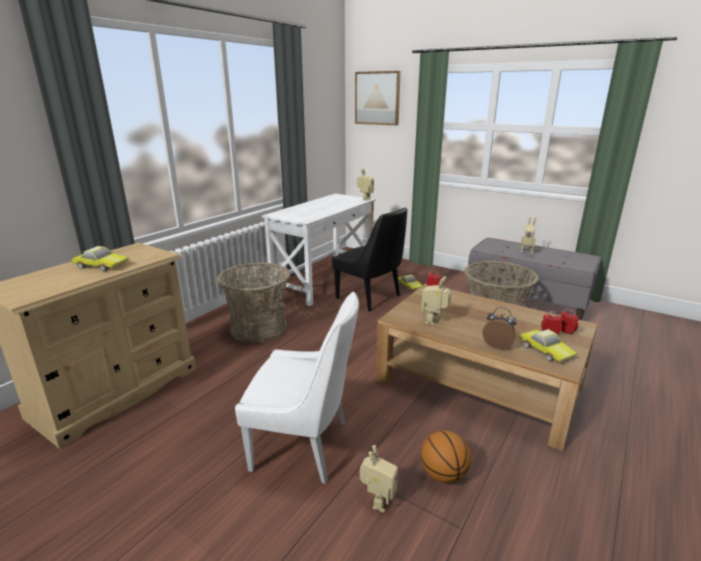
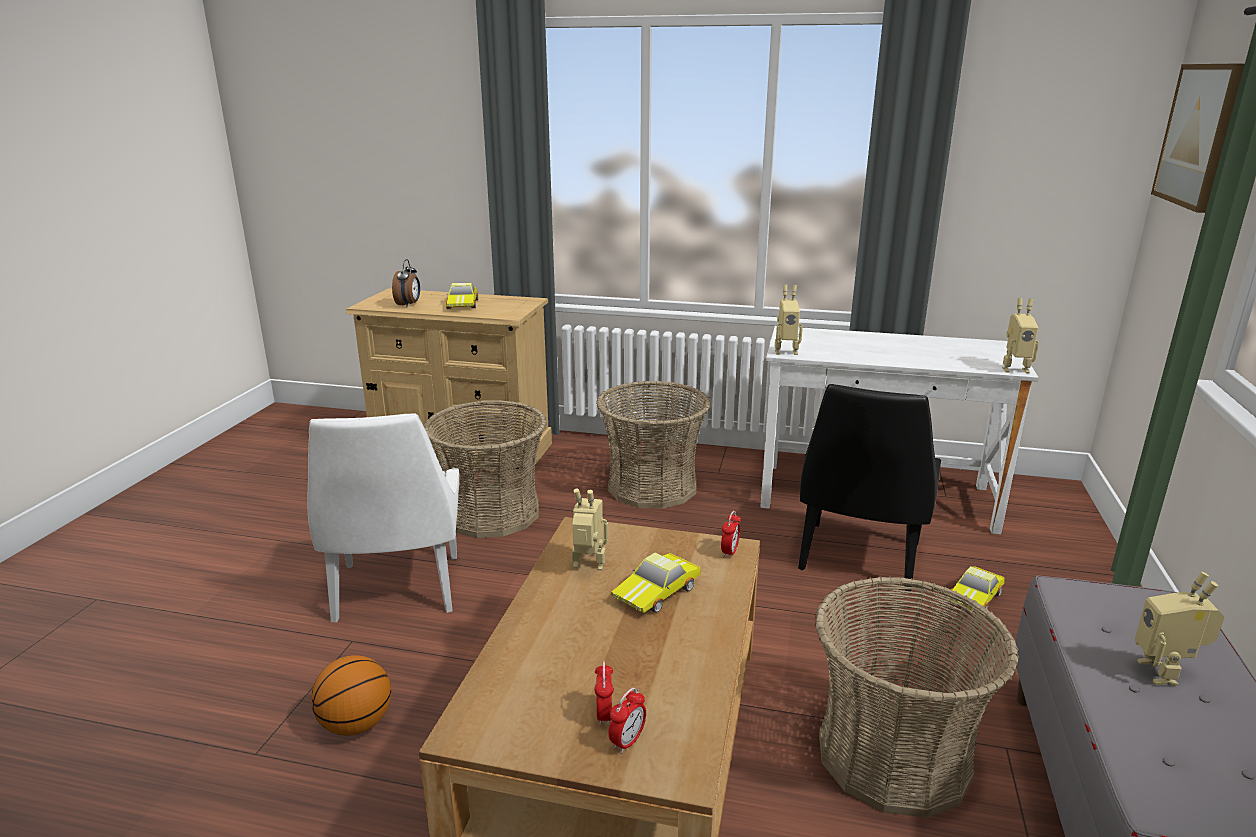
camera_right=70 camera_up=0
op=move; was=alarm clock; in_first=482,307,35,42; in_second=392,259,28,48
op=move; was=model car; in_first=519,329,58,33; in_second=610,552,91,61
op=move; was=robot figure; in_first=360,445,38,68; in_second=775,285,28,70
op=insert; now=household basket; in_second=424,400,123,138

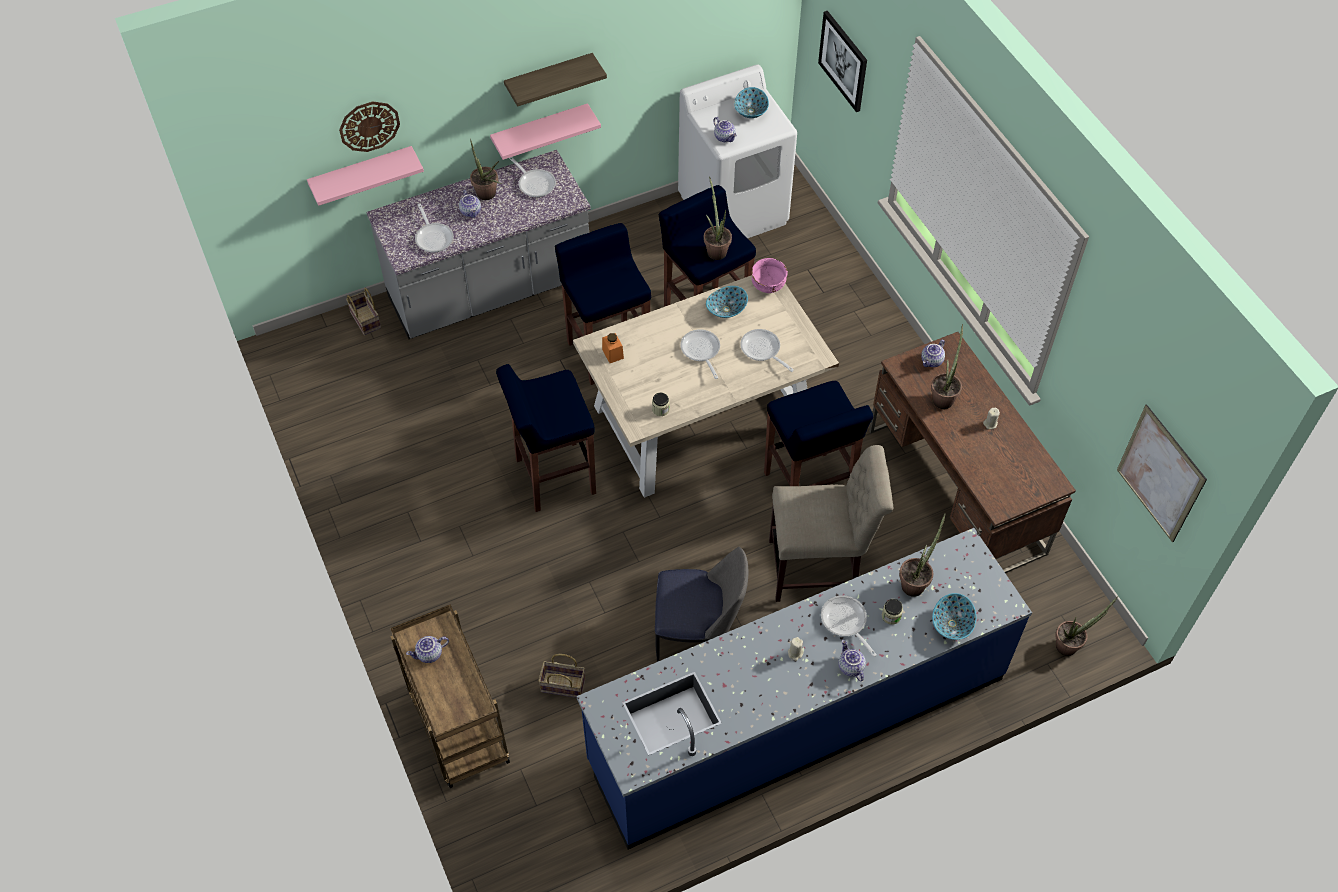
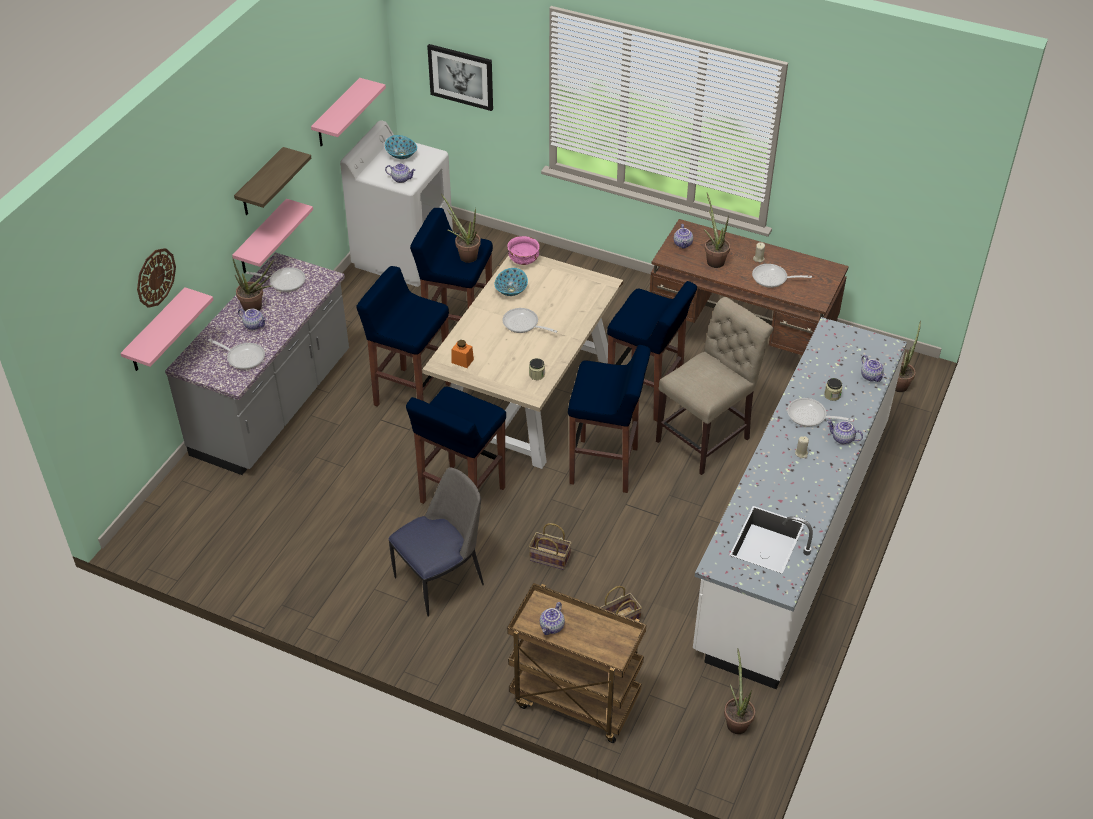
camera_right=-40 camera_up=-10
op=move; was=household basket; in_first=346,288,35,47; in_second=529,523,43,47
op=move; was=frying pan; in_first=740,329,54,43; in_second=752,264,60,24
op=delete; was=wall art; in_first=1117,404,90,138
op=move; was=plant in a pot; in_first=899,513,47,84; in_second=724,648,31,86
op=recolor; was=blue counter; now=whitish counter; in_first=577,528,455,321; in_second=693,317,214,372
op=move; was=chair; in_first=655,547,94,115; in_second=389,468,95,149
op=replace; was=serving bowl; now=pot for tea; in_first=932,593,44,47; in_second=861,355,24,27
op=insert; now=pink bracket shelf; in_second=311,78,75,68
op=insert; now=blue stool seat; in_second=568,345,82,148

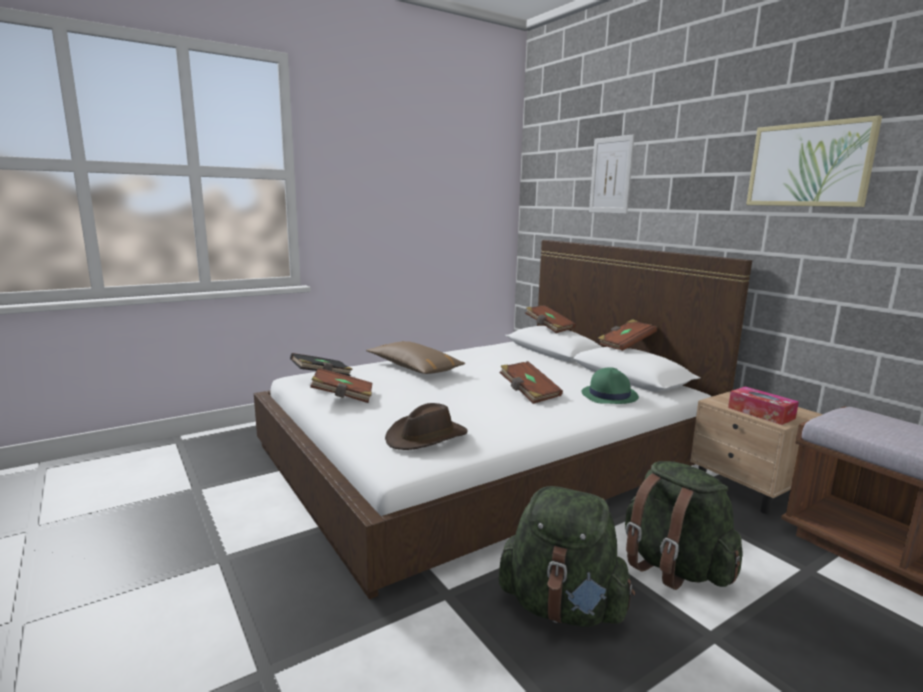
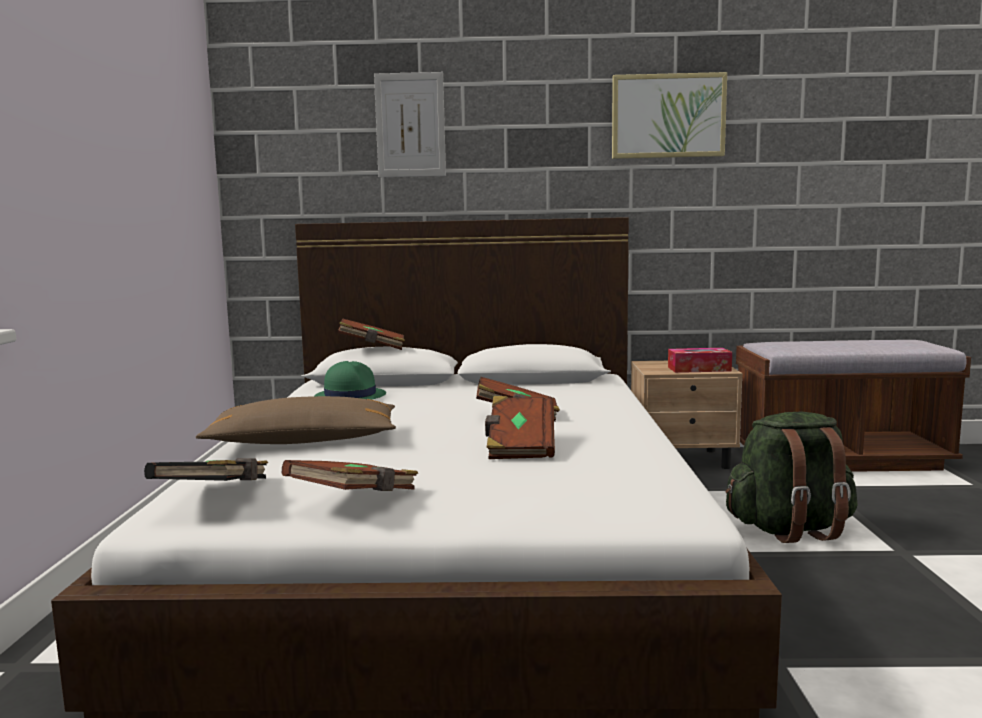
camera_right=-55 camera_up=-5
op=move; was=brown volume; in_first=598,319,59,32; in_second=485,396,70,63
op=move; was=green-coloured wearable hat; in_first=581,367,58,37; in_second=314,361,72,39
op=delete; was=brown wearable hat; in_first=385,403,83,47
op=delete; was=green-coloured backpack; in_first=499,486,136,141

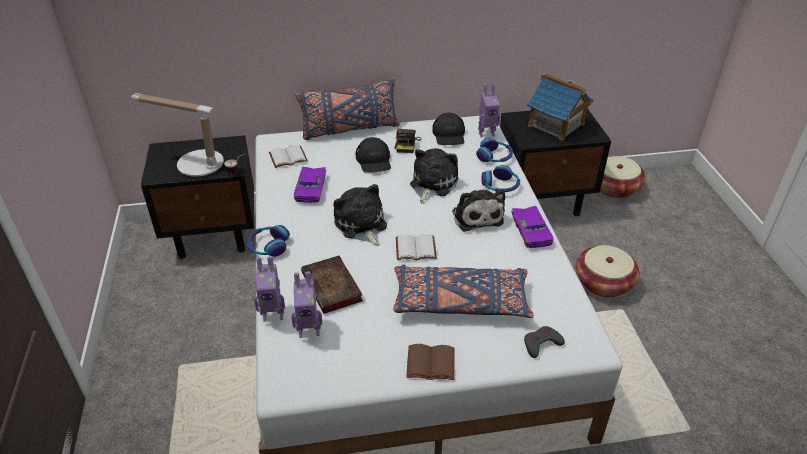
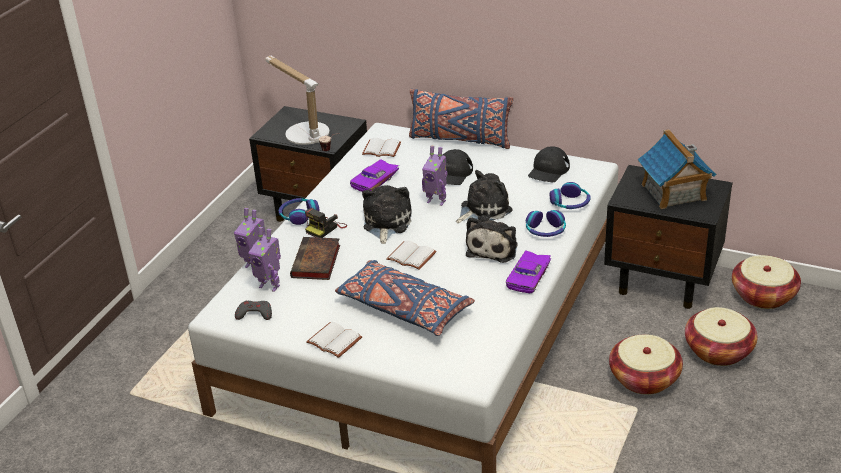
camera_right=35 camera_up=-5
op=move; was=robot figure; in_first=478,84,22,53; in_second=422,146,26,60
op=move; was=photo camera; in_first=395,129,26,24; in_second=305,208,42,30
op=move; was=gray gamepad; in_first=524,326,41,32; in_second=235,301,37,19
op=recolor; was=brown volume; now=whitish volume; in_first=407,344,48,36; in_second=306,322,56,36
op=insert; now=household basket; in_second=685,307,73,59

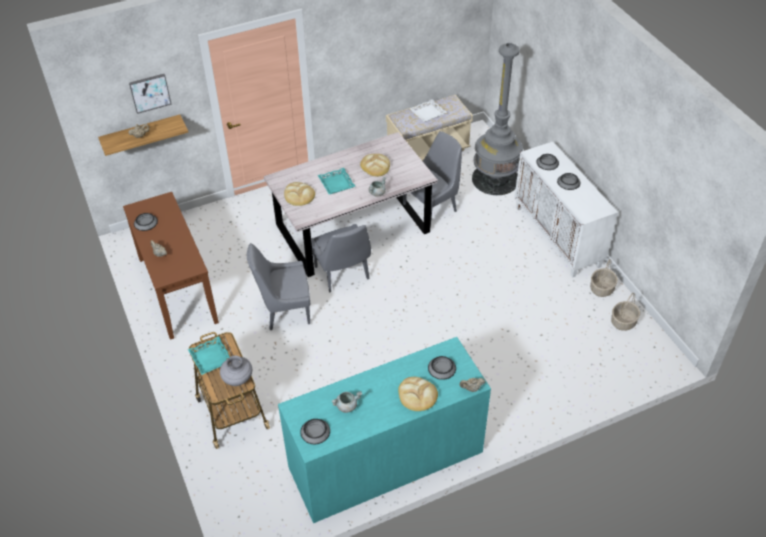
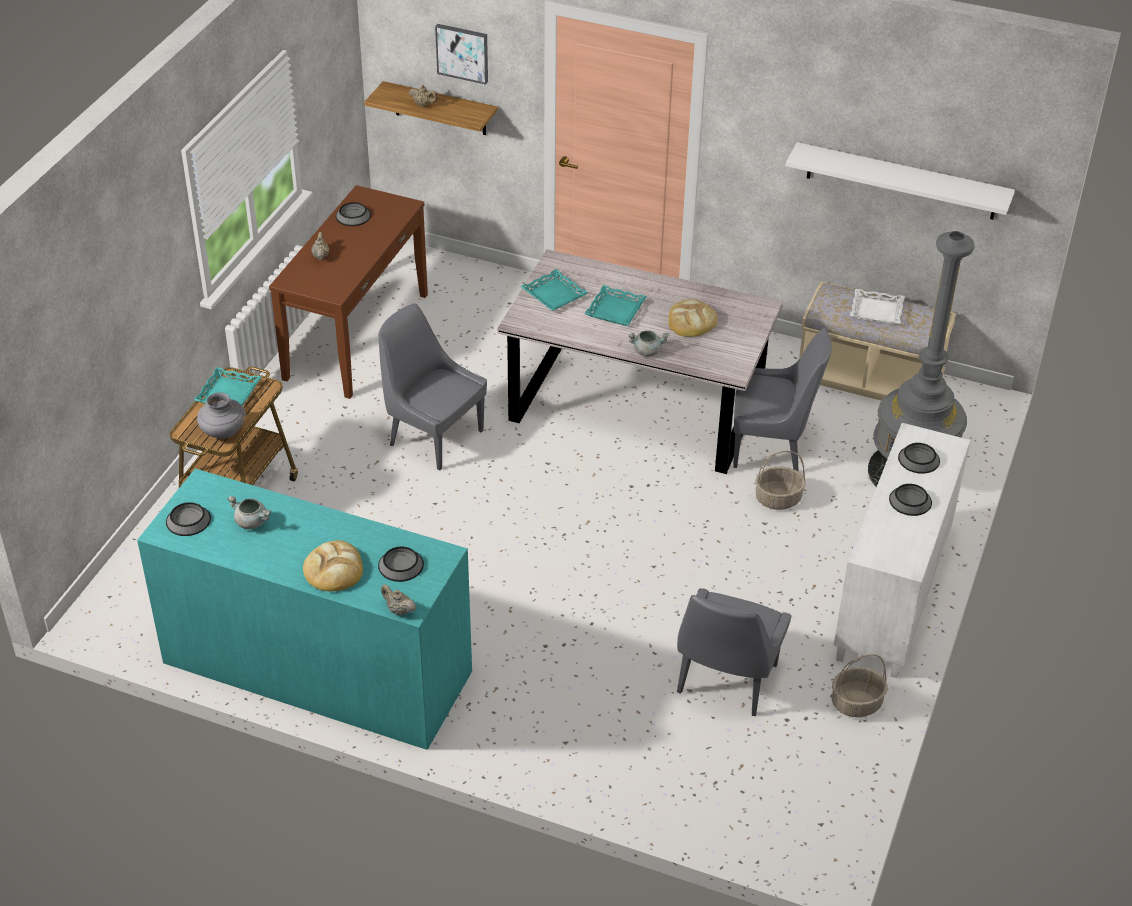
camera_right=45 camera_up=-5
op=replace; was=bakery bread; now=blue-green carrying tray; in_first=284,182,31,24; in_second=520,269,68,42
op=move; was=gray chair; in_first=311,224,60,68; in_second=677,588,114,128
op=move; was=household basket; in_first=611,293,29,38; in_second=755,451,51,59
op=insert; now=whitish bracket shelf; in_second=786,142,229,78

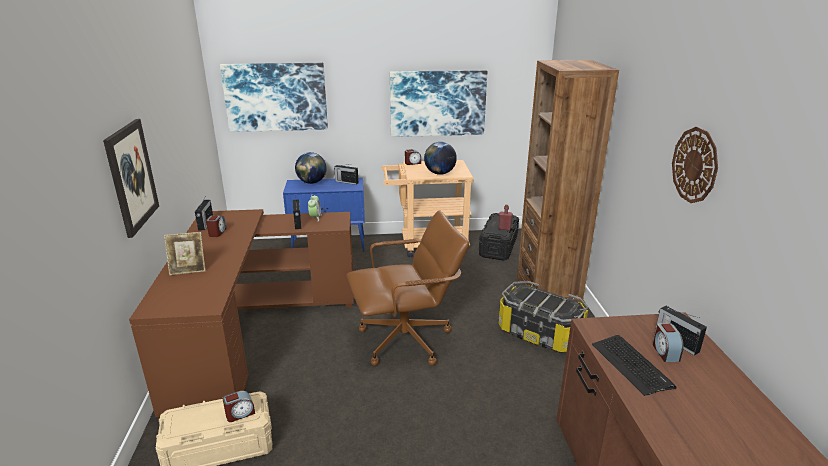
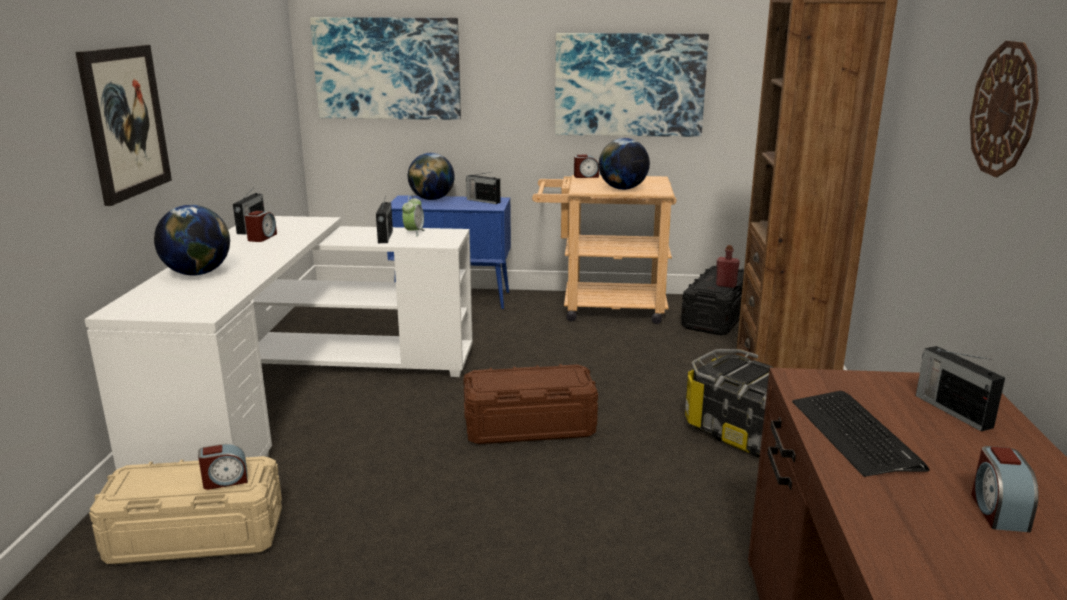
camera_right=10 camera_up=-5
op=recolor; was=brown desk unit; now=whitish desk unit; in_first=129,209,225,210; in_second=84,216,389,254
op=replace; was=brown office chair; now=brown storage bin; in_first=347,210,122,156; in_second=463,364,135,80
op=replace; was=picture frame; now=desk globe; in_first=164,232,42,43; in_second=154,205,76,71
op=move; was=alarm clock; in_first=653,323,31,39; in_second=971,446,68,86

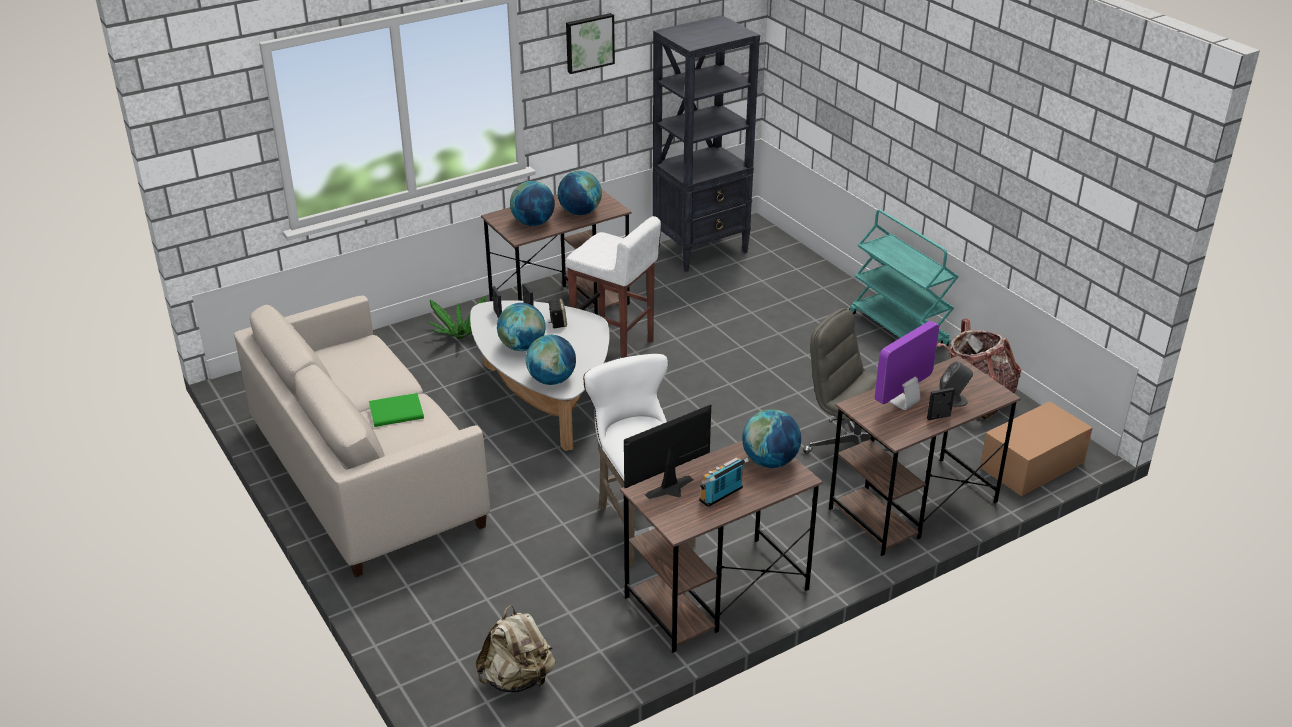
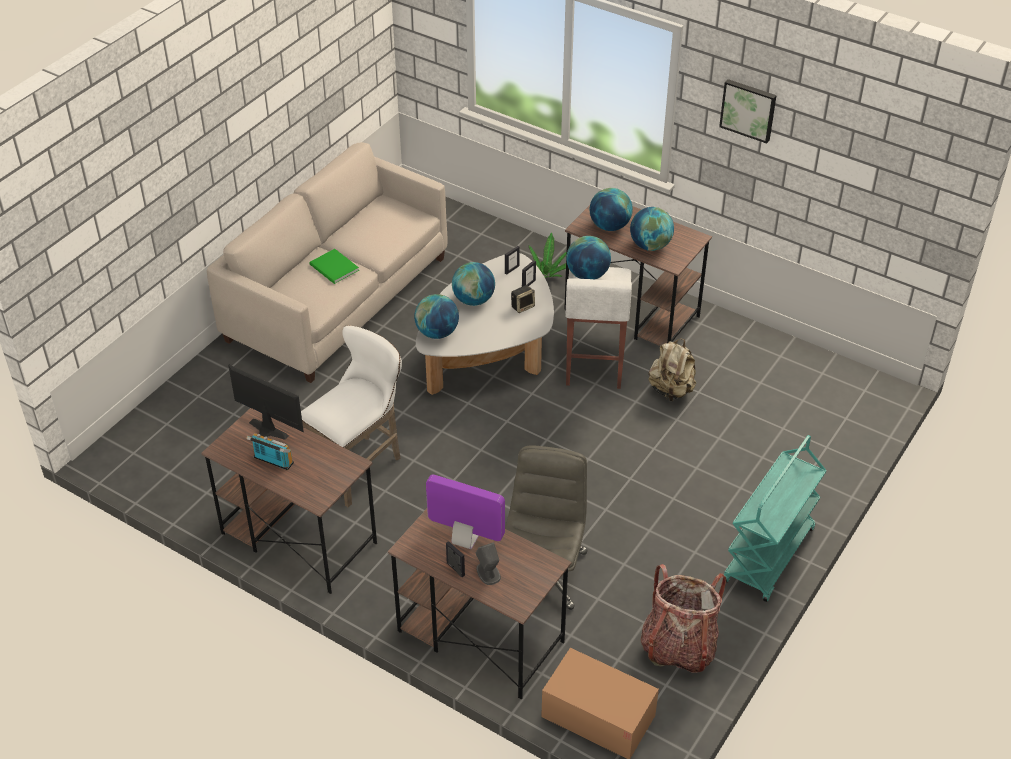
camera_right=65 camera_up=10
op=delete; was=blackish bookshelf; in_first=653,15,107,257
op=move; was=desk globe; in_first=742,409,59,59; in_second=566,236,45,43
op=move; was=sand-coloured backpack; in_first=476,605,79,87; in_second=648,339,48,62

